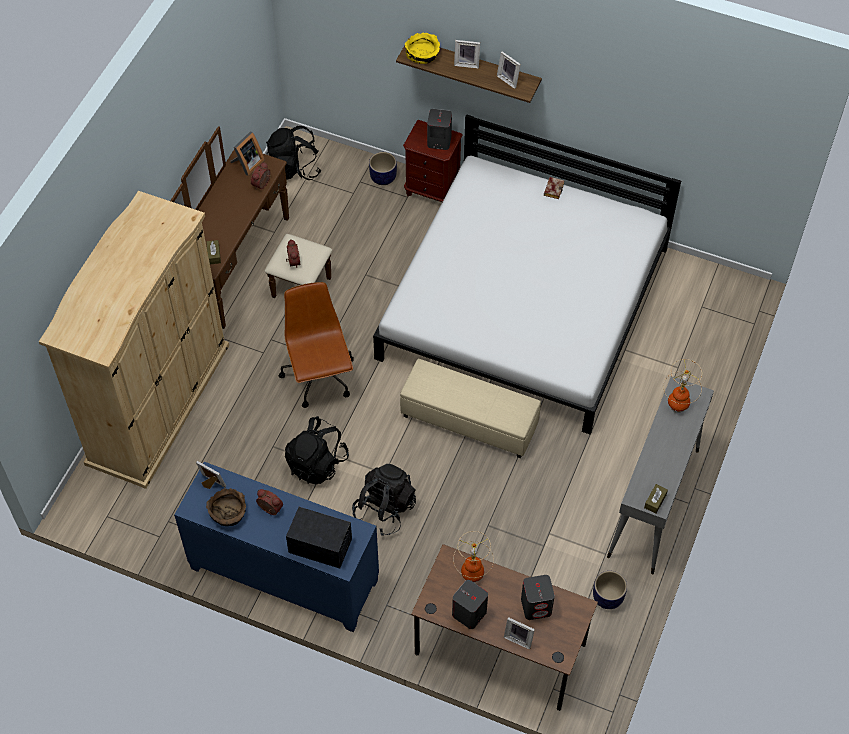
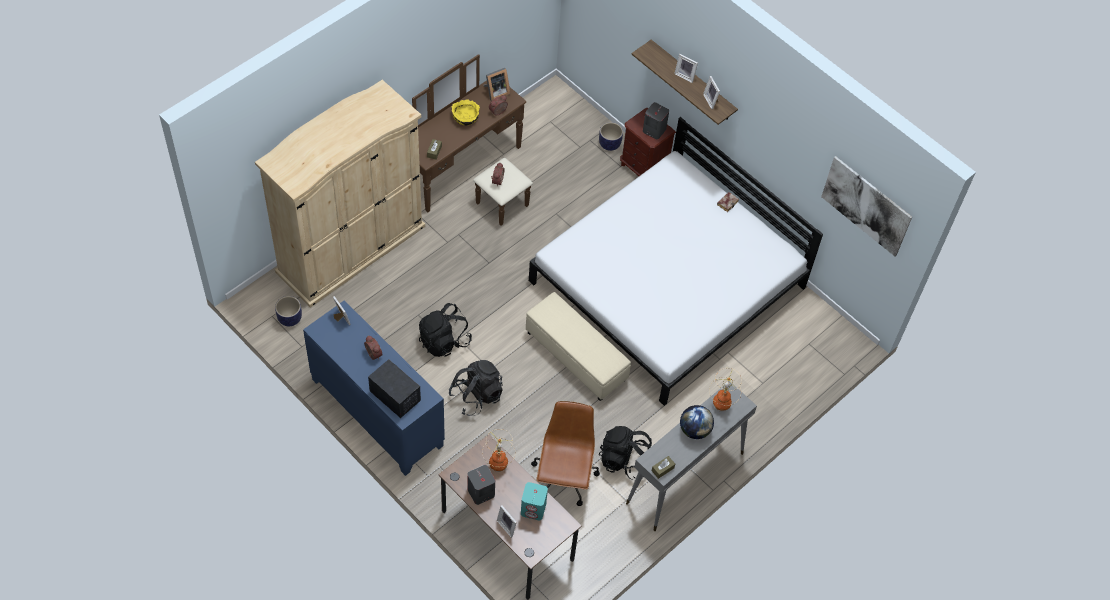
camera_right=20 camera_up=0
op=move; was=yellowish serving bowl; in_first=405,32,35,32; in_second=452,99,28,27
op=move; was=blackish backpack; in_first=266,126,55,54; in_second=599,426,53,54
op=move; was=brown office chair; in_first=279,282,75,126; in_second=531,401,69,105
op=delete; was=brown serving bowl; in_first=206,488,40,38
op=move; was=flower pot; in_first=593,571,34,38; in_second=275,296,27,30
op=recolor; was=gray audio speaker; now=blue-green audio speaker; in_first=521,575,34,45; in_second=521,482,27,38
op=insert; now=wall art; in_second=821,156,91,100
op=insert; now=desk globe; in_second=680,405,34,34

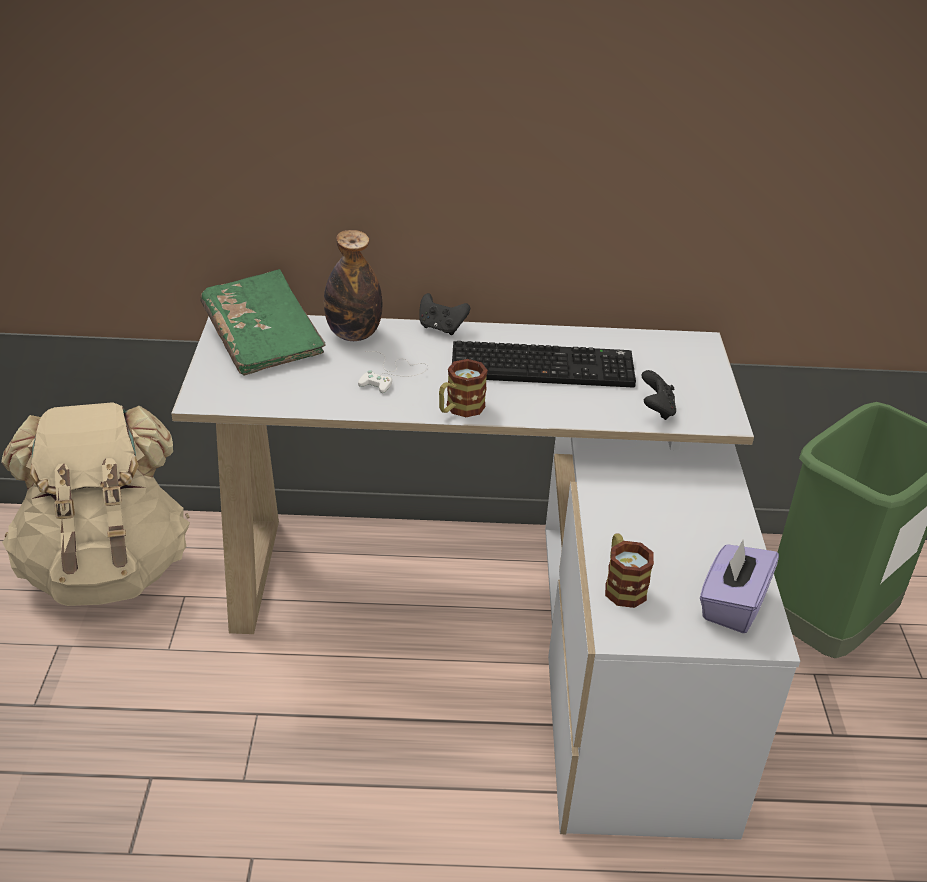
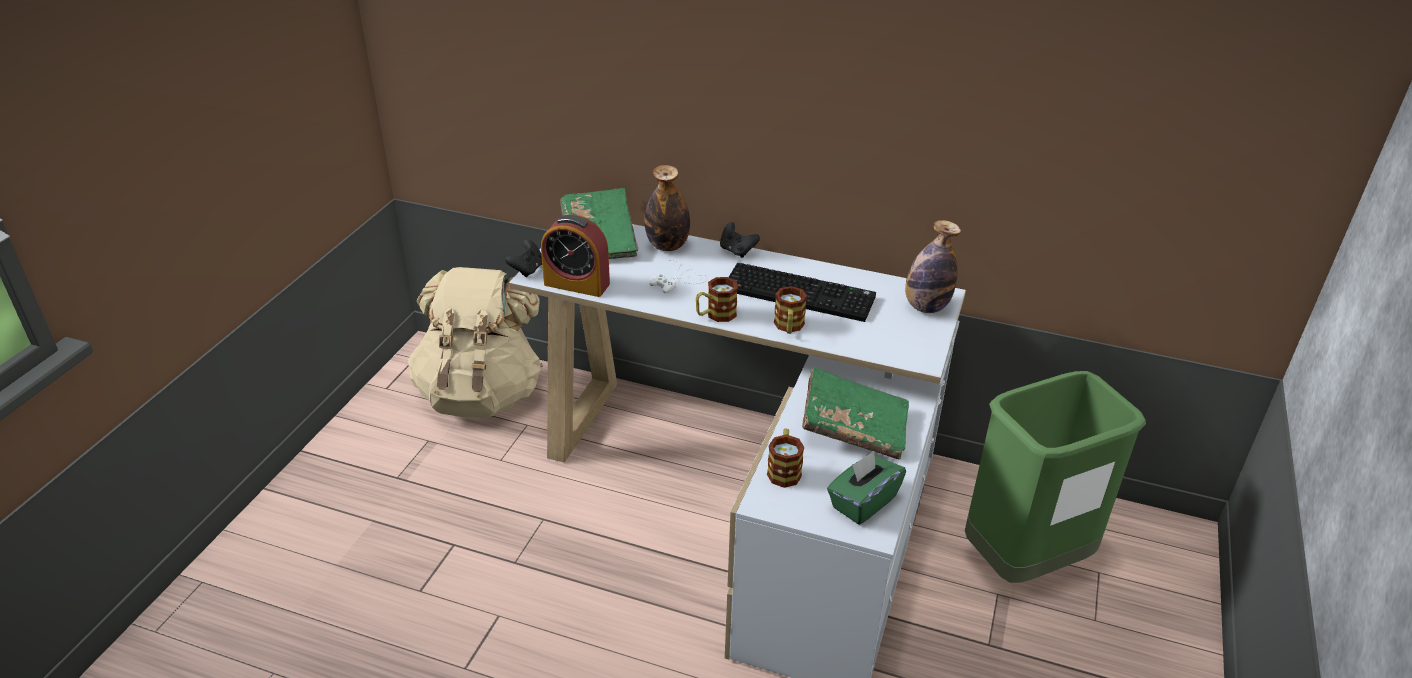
camera_right=20 camera_up=0
op=move; was=blackish gamepad; in_first=642,370,34,50; in_second=505,240,37,37
op=recolor; was=purple tissue holder; now=green-coloured tissue holder; in_first=700,540,79,93; in_second=827,451,79,74
op=insert; now=alarm clock; in_second=541,214,69,83
op=insert; now=beverage bottle; in_second=905,220,56,93
op=insert; now=mug; in_second=774,286,33,48
op=insert; now=green-coloured volume; in_second=802,367,107,92

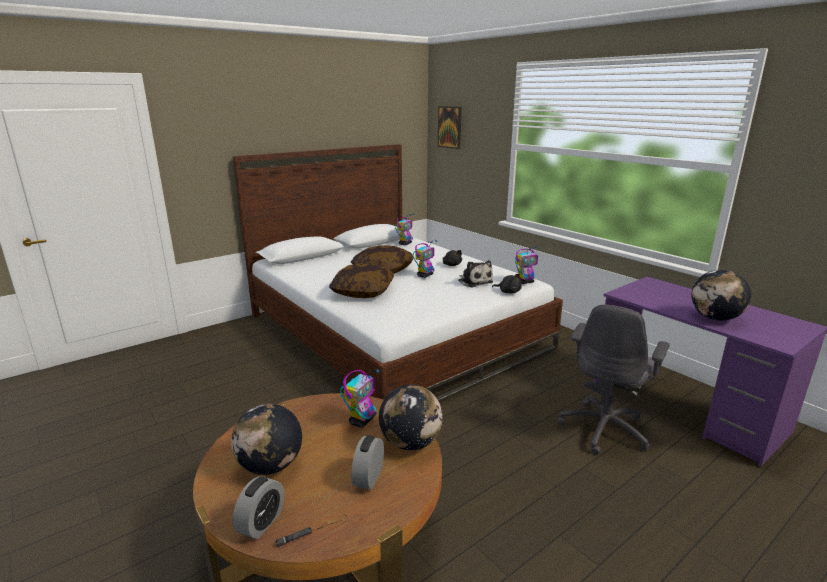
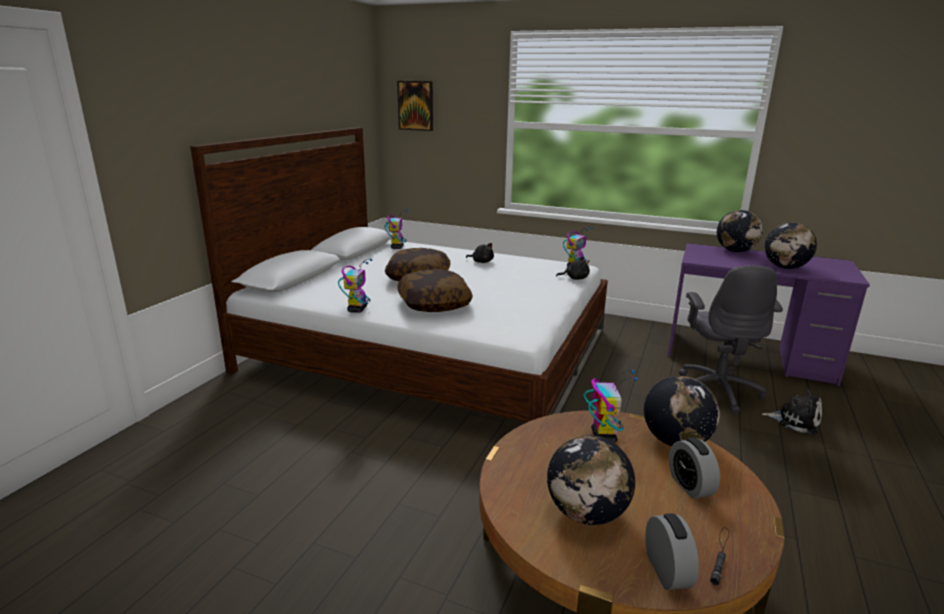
camera_right=-30 camera_up=0
op=move; was=robot figure; in_first=413,240,24,38; in_second=338,259,34,54
op=move; was=soft toy; in_first=459,260,34,28; in_second=762,389,60,45
op=insert; now=desk globe; in_second=717,210,46,42

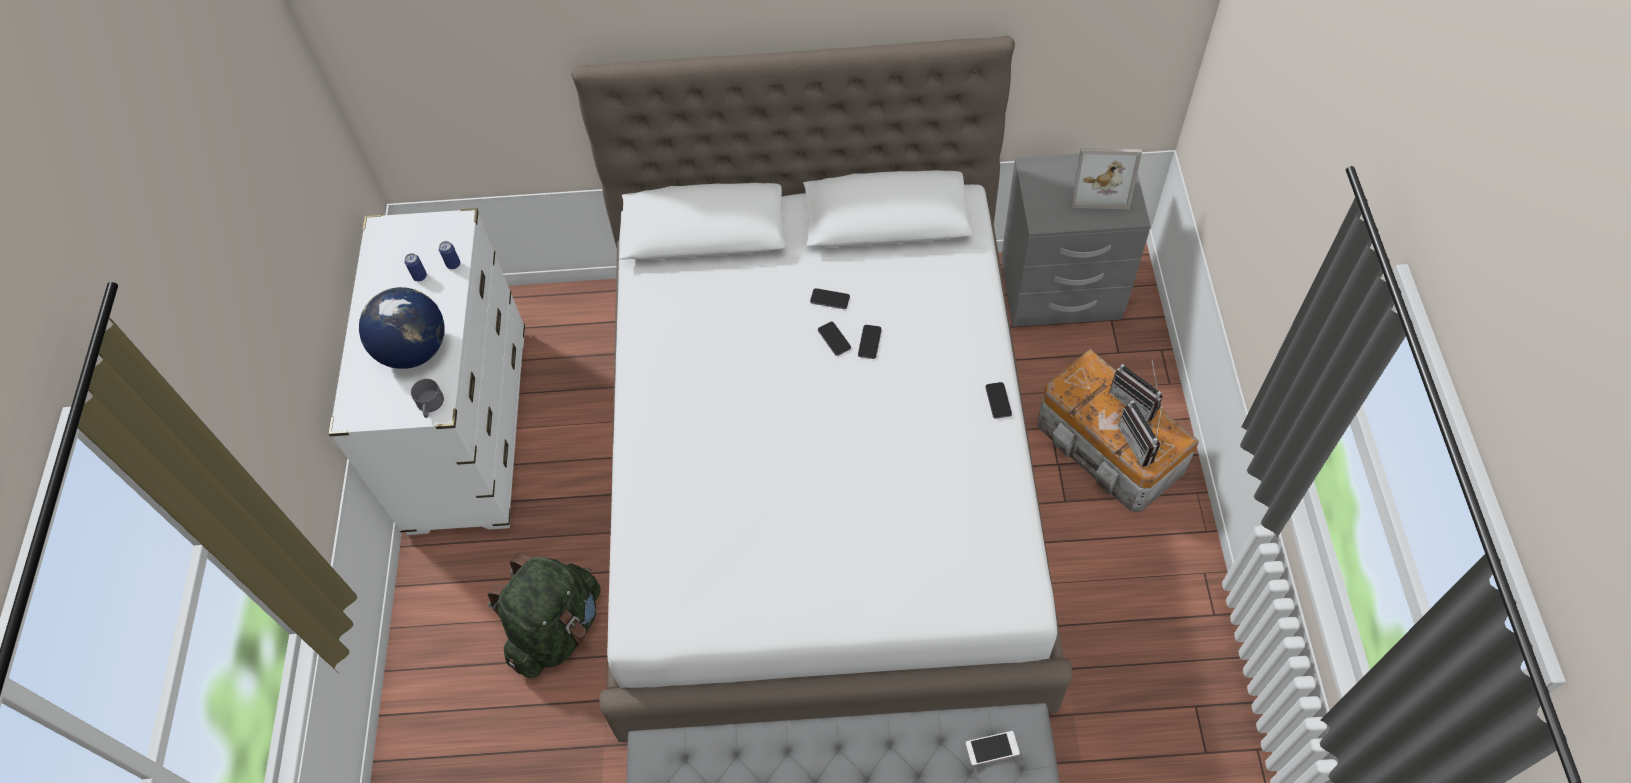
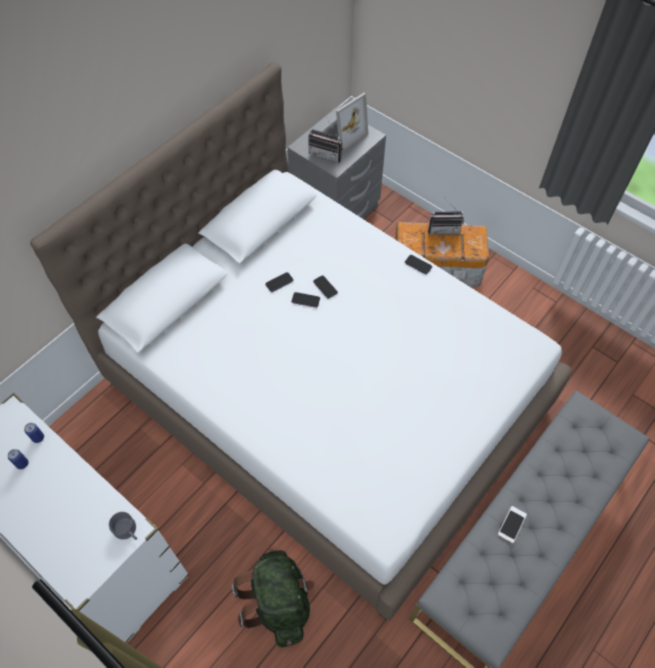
camera_right=-50 camera_up=0
op=delete; was=desk globe; in_first=359,287,85,82
op=move; was=radio receiver; in_first=1118,400,45,66; in_second=308,120,35,43
op=move; was=handset; in_first=966,731,54,35; in_second=498,506,29,37

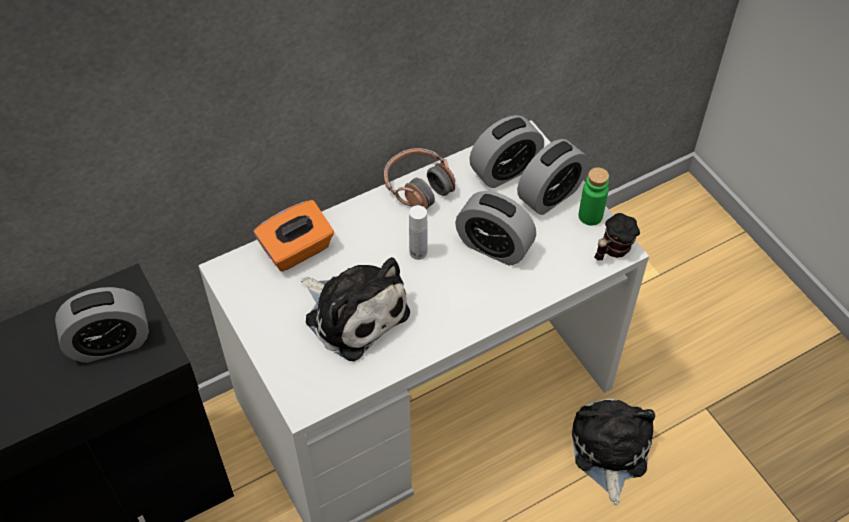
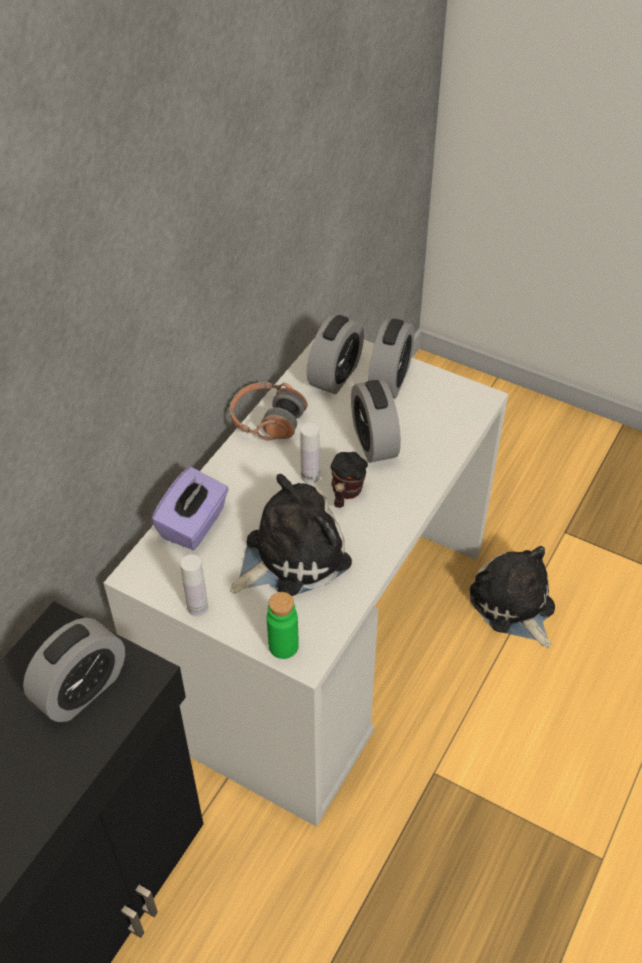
camera_right=-30 camera_up=-5
op=move; was=green-coloured beverage bottle; in_first=579,167,30,58; in_second=267,592,32,67
op=rotate; was=alarm clock; in_first=455,191,81,74; in_second=351,379,50,84; clockwise=75
op=recolor; was=orange-coloured tissue holder; now=purple tissue holder; in_first=254,200,80,72; in_second=151,467,78,83
op=move; was=mug; in_first=594,213,46,47; in_second=331,452,37,56
op=rotate; was=soft toy; in_first=301,257,109,105; in_second=230,474,122,122; clockwise=-45
op=insert; now=whitish beverage bottle; in_second=180,554,28,62

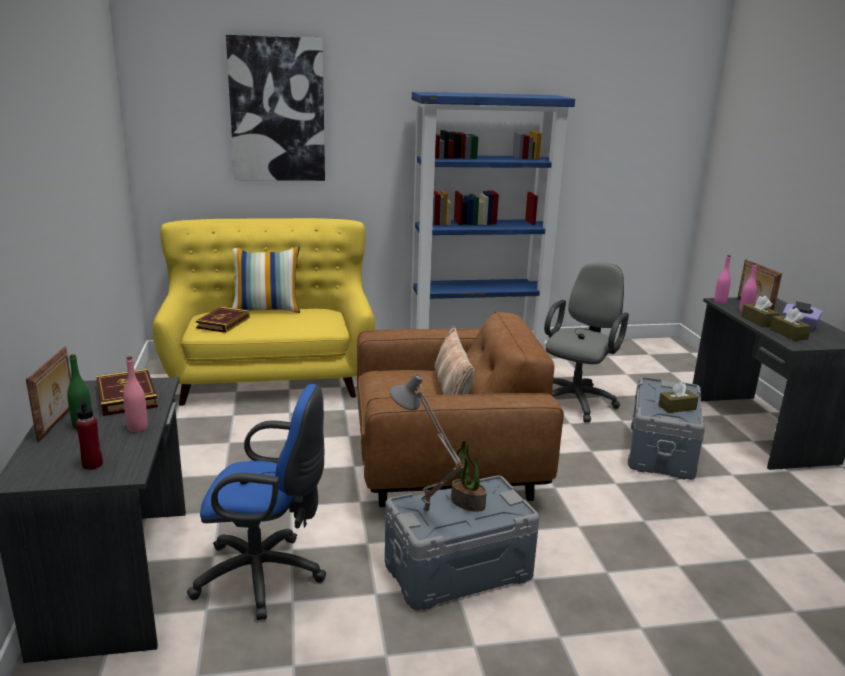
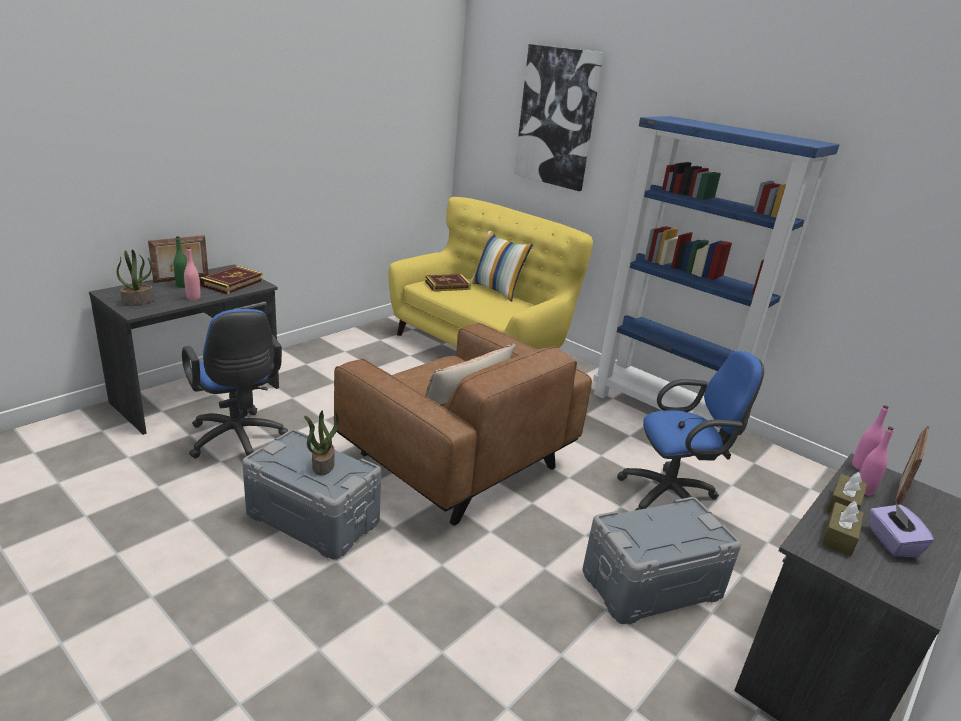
camera_right=50 camera_up=5
op=recolor; was=gray office chair; now=blue office chair; in_first=544,262,85,161; in_second=617,351,147,160
op=delete; was=gray table lamp; in_first=390,373,74,142
op=delete; was=brown tissue holder; in_first=658,381,41,32
op=replace; was=red-coloured beverage bottle; now=plant in a pot; in_first=76,398,27,72; in_second=117,249,37,57

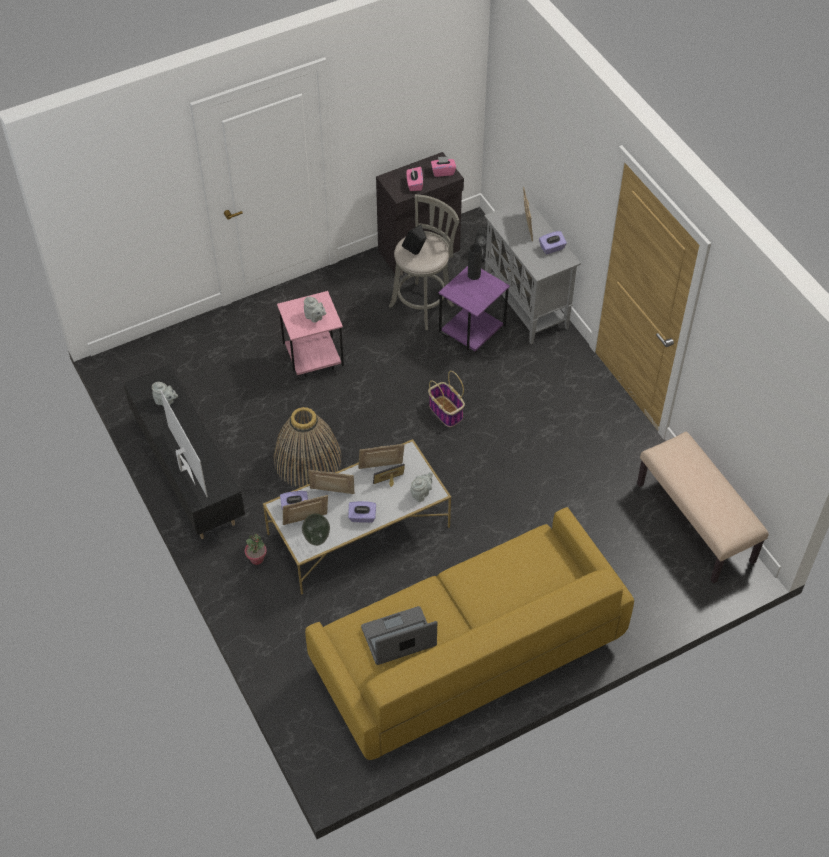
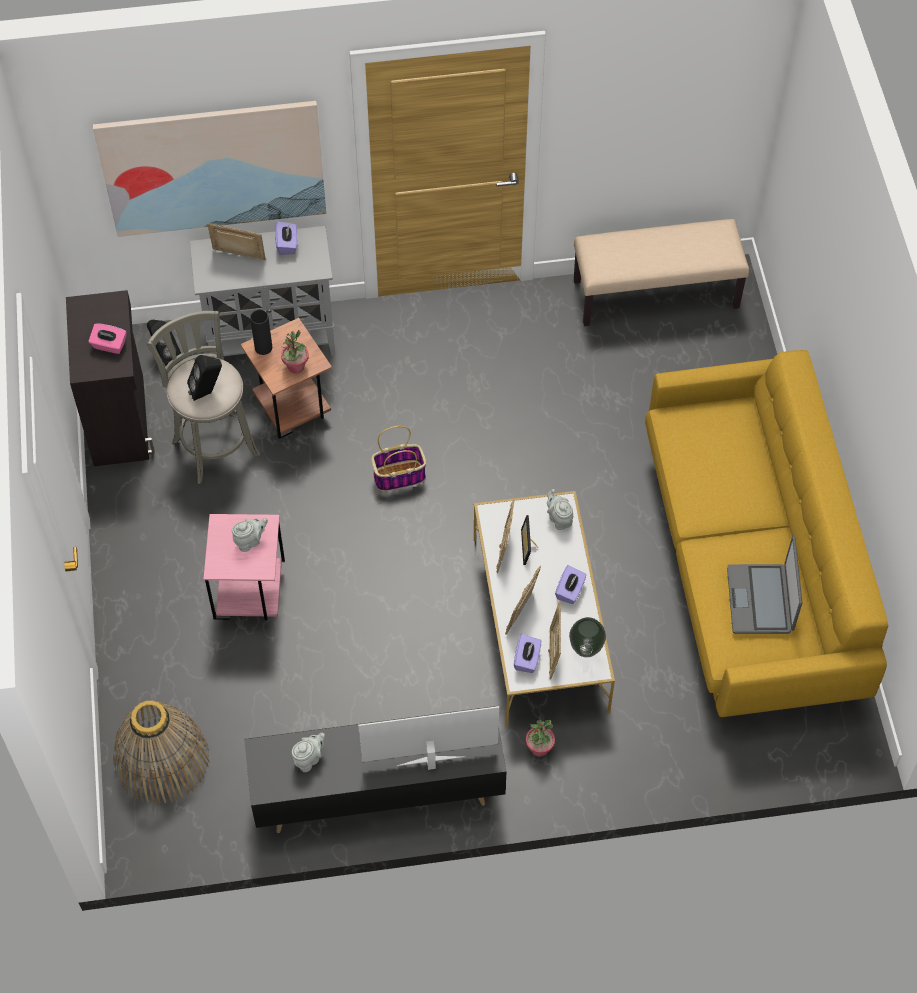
camera_right=-70 camera_up=5
op=delete; was=pink tissue holder; in_first=431,156,25,21
op=recolor; was=purple accent table; now=brown accent table; in_first=438,266,72,86; in_second=240,318,92,121
op=move; was=household basket; in_first=274,407,68,81; in_second=113,701,96,103
op=insert; now=wall art; in_second=93,101,233,136
op=insert; now=plant in a pot; in_second=280,330,29,44

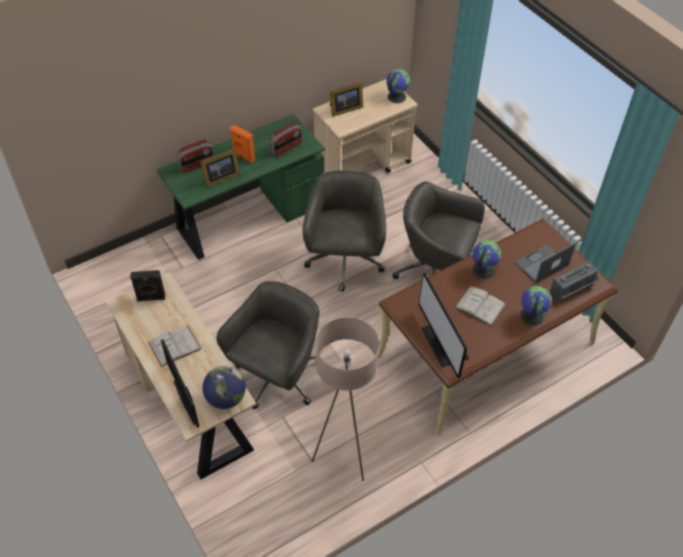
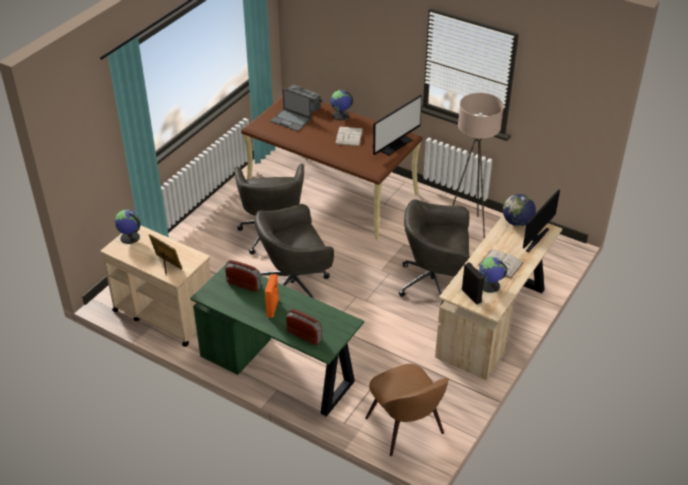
camera_right=-115 camera_up=-10
op=delete; was=picture frame; in_first=201,148,39,40
op=move; was=desk globe; in_first=472,240,29,38; in_second=479,257,28,36
op=insert; now=brown chair; in_second=365,364,84,92

